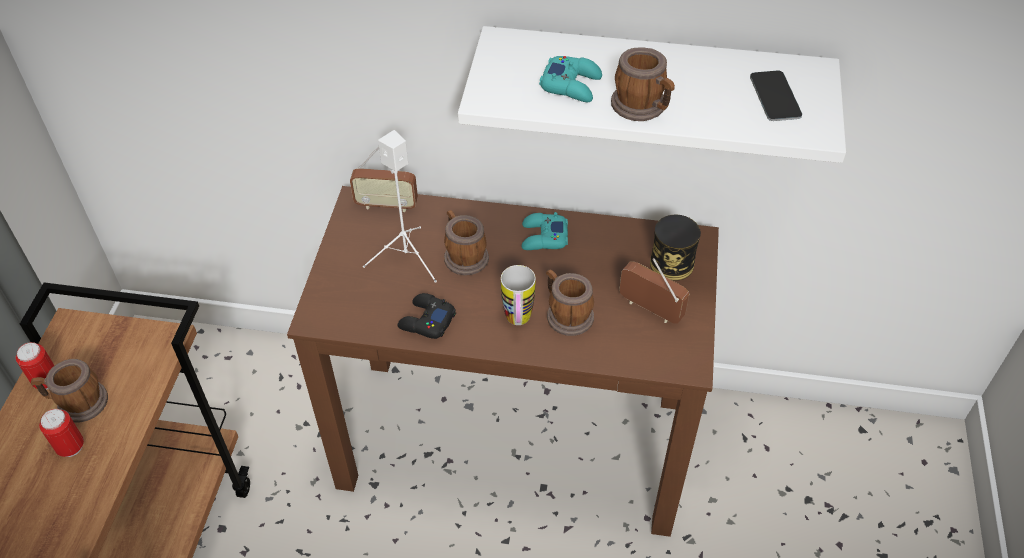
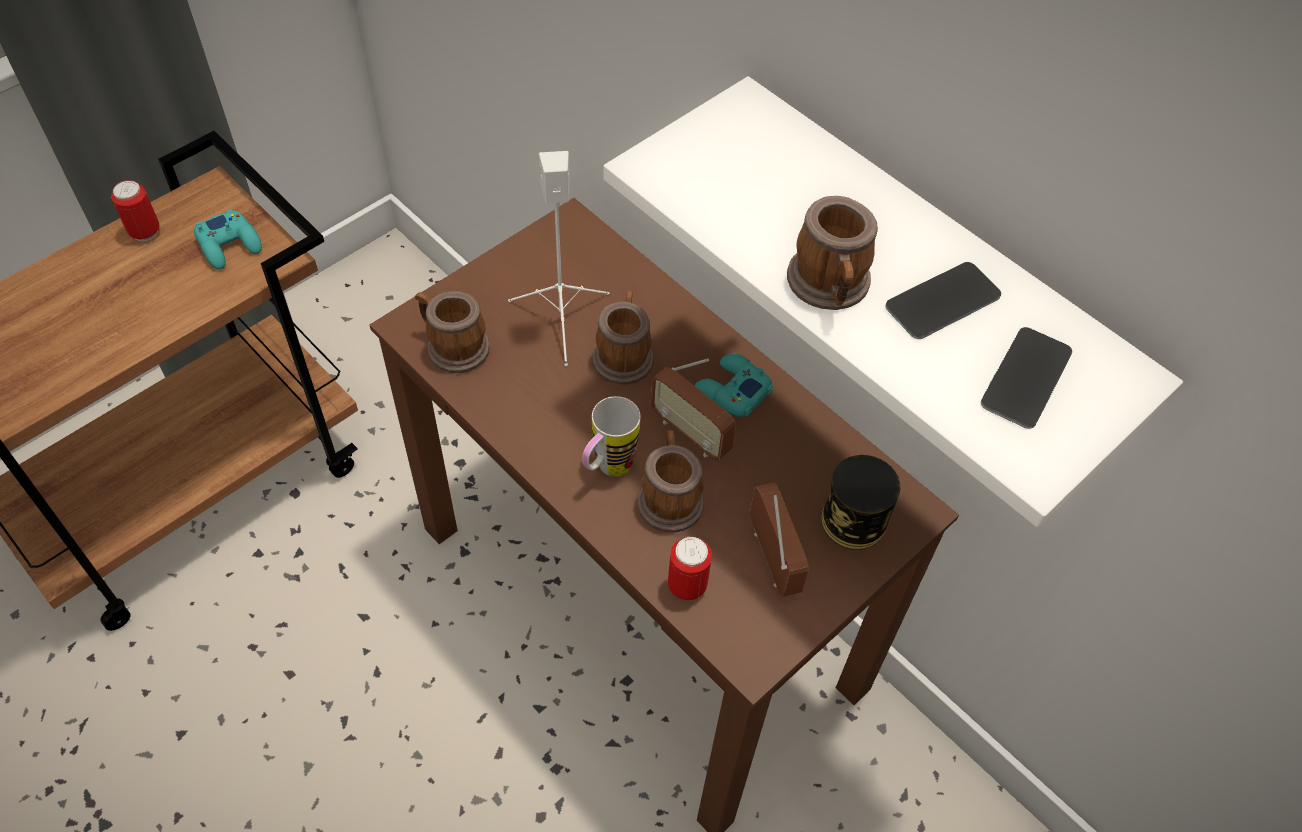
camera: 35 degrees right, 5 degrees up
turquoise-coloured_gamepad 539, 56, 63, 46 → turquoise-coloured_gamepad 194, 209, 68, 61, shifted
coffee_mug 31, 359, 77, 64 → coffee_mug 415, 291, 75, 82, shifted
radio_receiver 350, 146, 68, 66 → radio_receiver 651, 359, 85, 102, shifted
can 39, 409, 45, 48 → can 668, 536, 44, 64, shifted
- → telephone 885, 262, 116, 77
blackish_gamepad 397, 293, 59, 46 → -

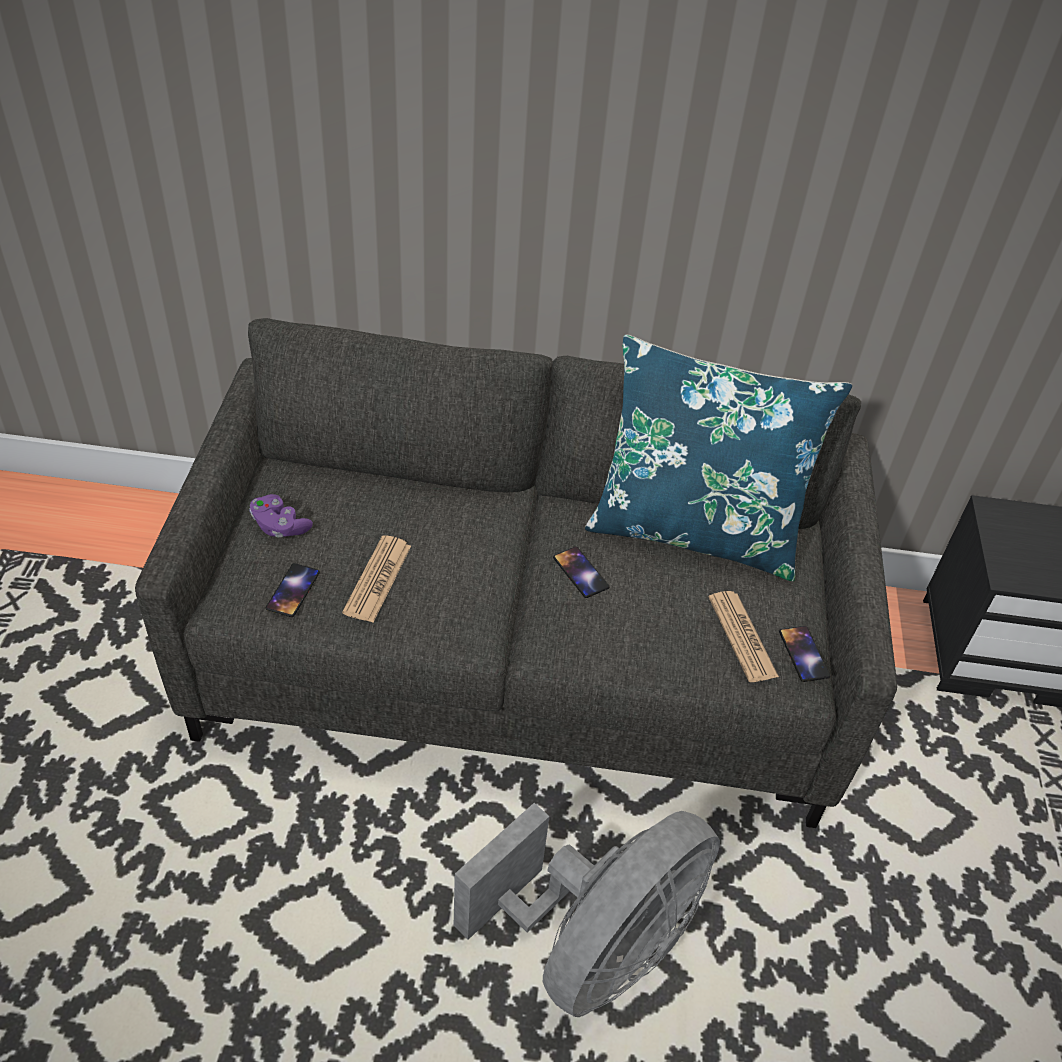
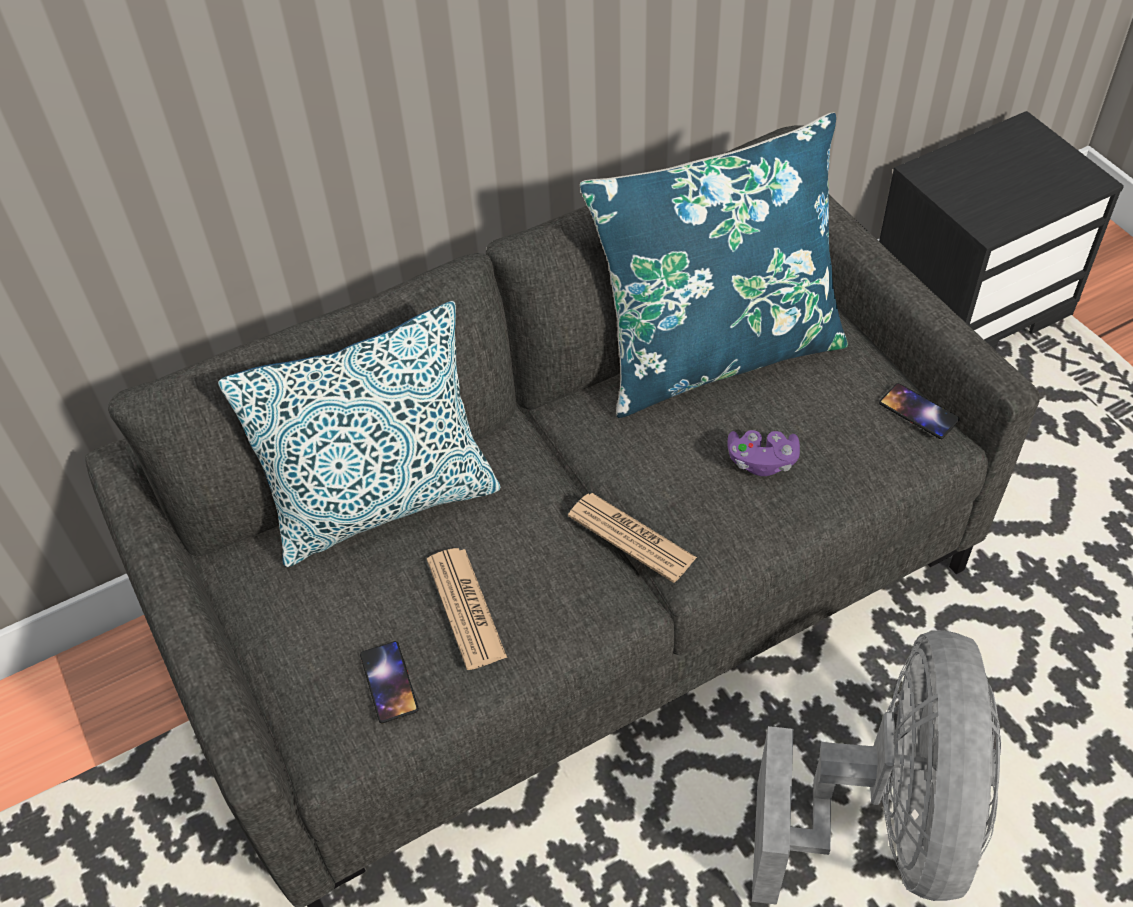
camera: 30 degrees left, 5 degrees up
- → cushion 218, 301, 283, 266
newspaper 709, 591, 70, 91 → newspaper 568, 493, 129, 90, shifted
purple-coloured_gamepad 249, 494, 64, 44 → purple-coloured_gamepad 727, 430, 73, 46, shifted
telephone 553, 547, 57, 51 → -

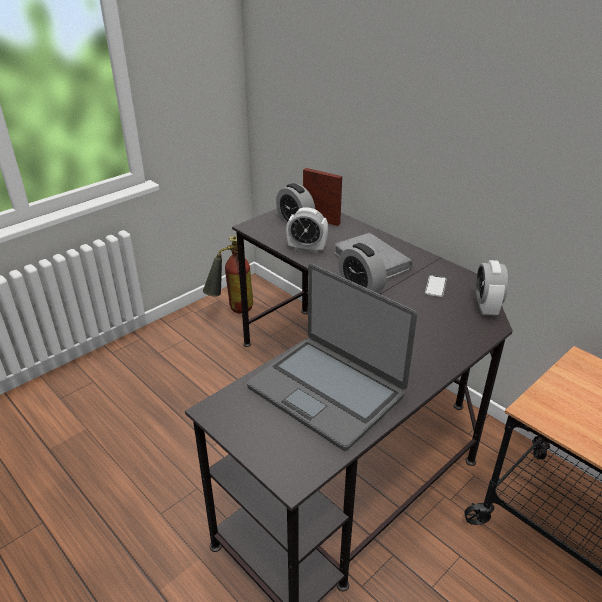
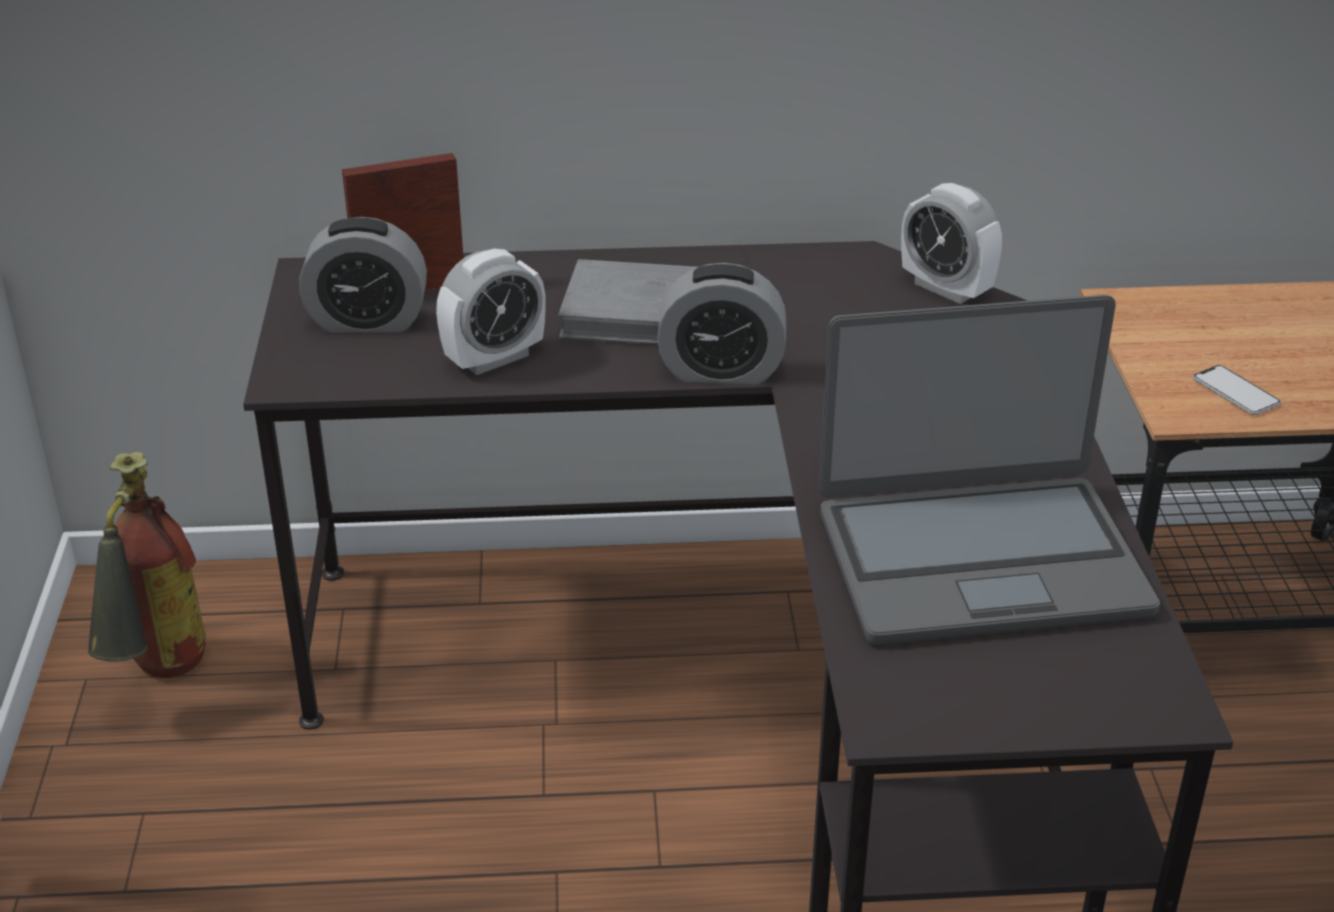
camera: 50 degrees left, 0 degrees up
telephone 425, 275, 22, 22 → telephone 1193, 365, 88, 50, shifted

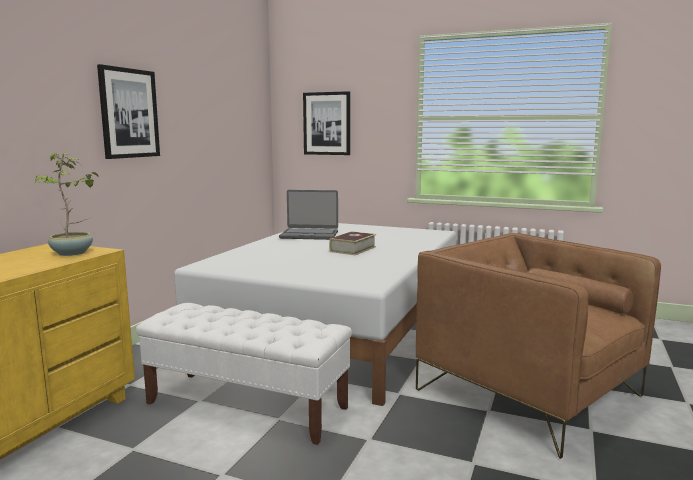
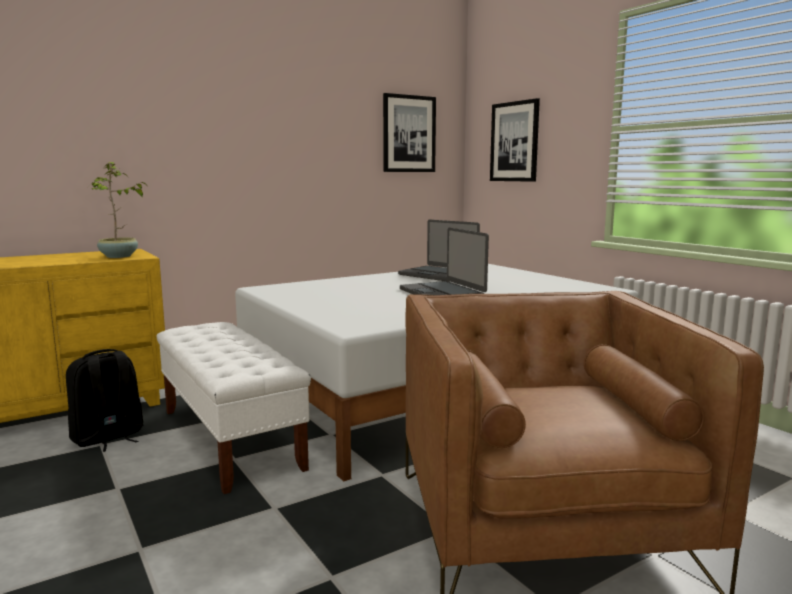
camera: 35 degrees right, 0 degrees up
- → blackish_rucksack 66, 349, 78, 103
wall_picture 97, 64, 63, 95 → wall_picture 383, 93, 53, 79, shifted
bound_book 329, 231, 47, 24 → portable_computer 400, 227, 89, 68

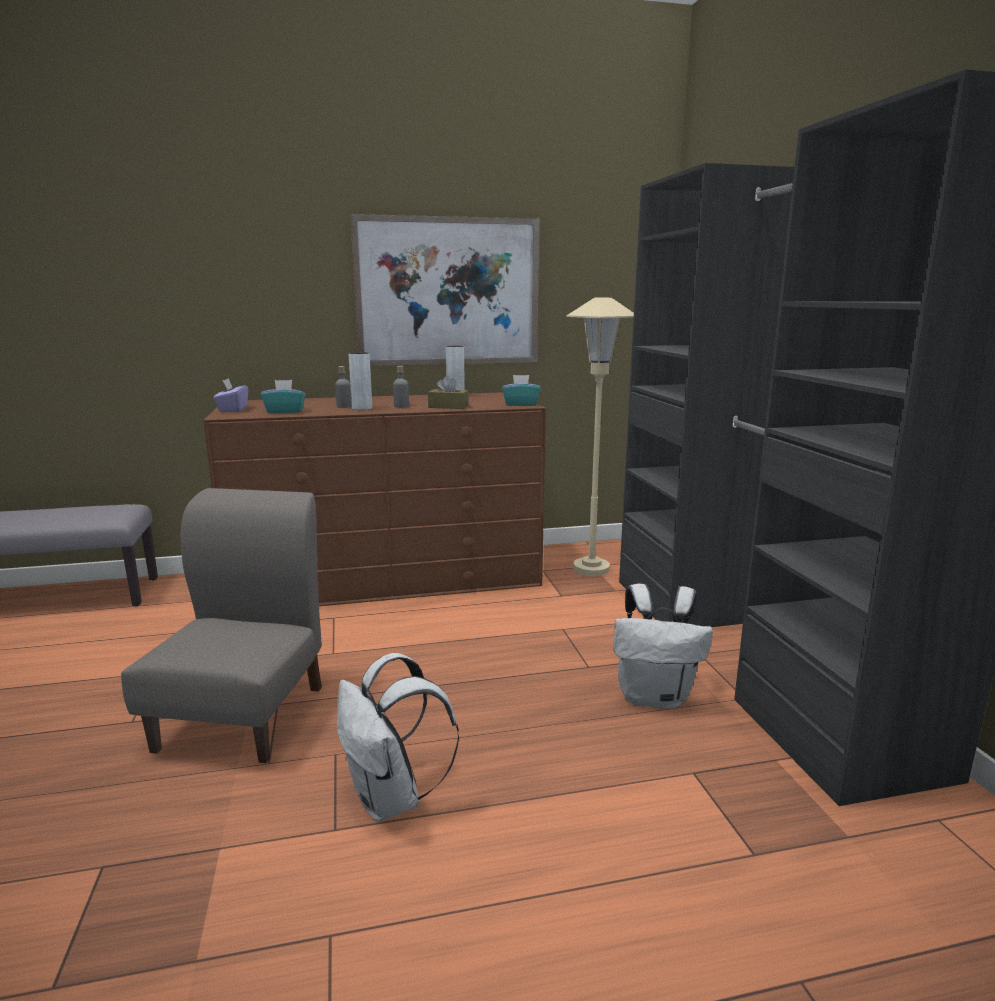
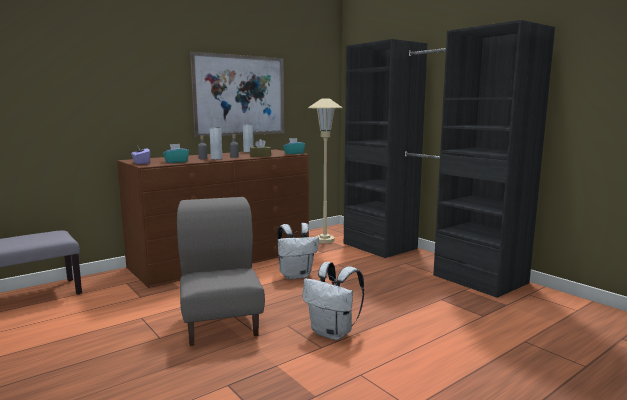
camera: 25 degrees left, 5 degrees down
white_rucksack 614, 584, 99, 125 → white_rucksack 277, 223, 42, 56, shifted

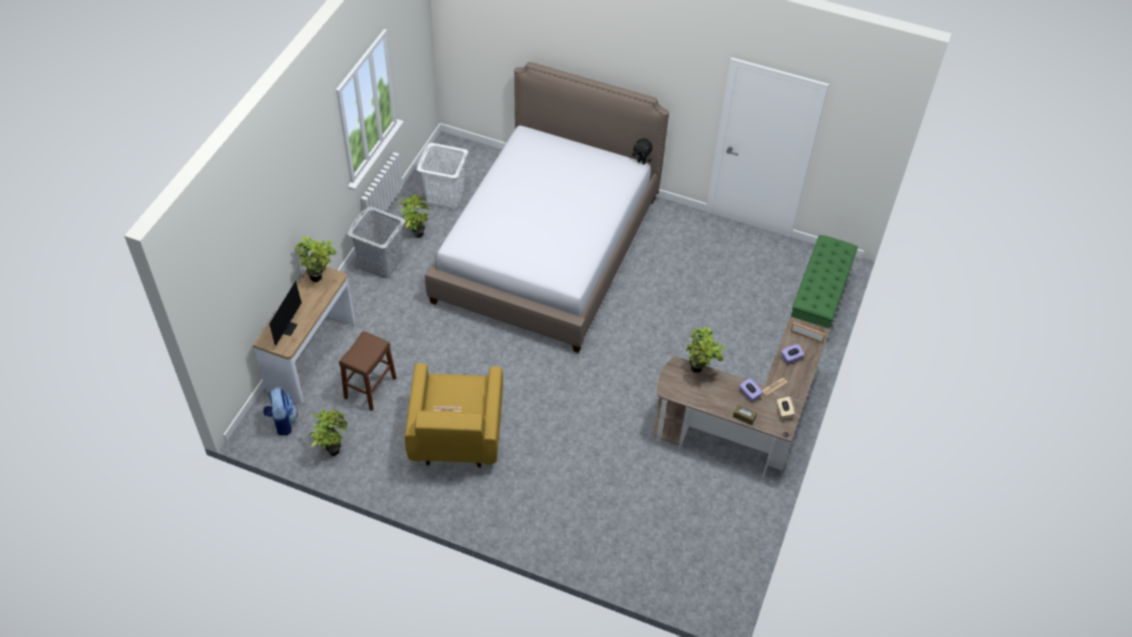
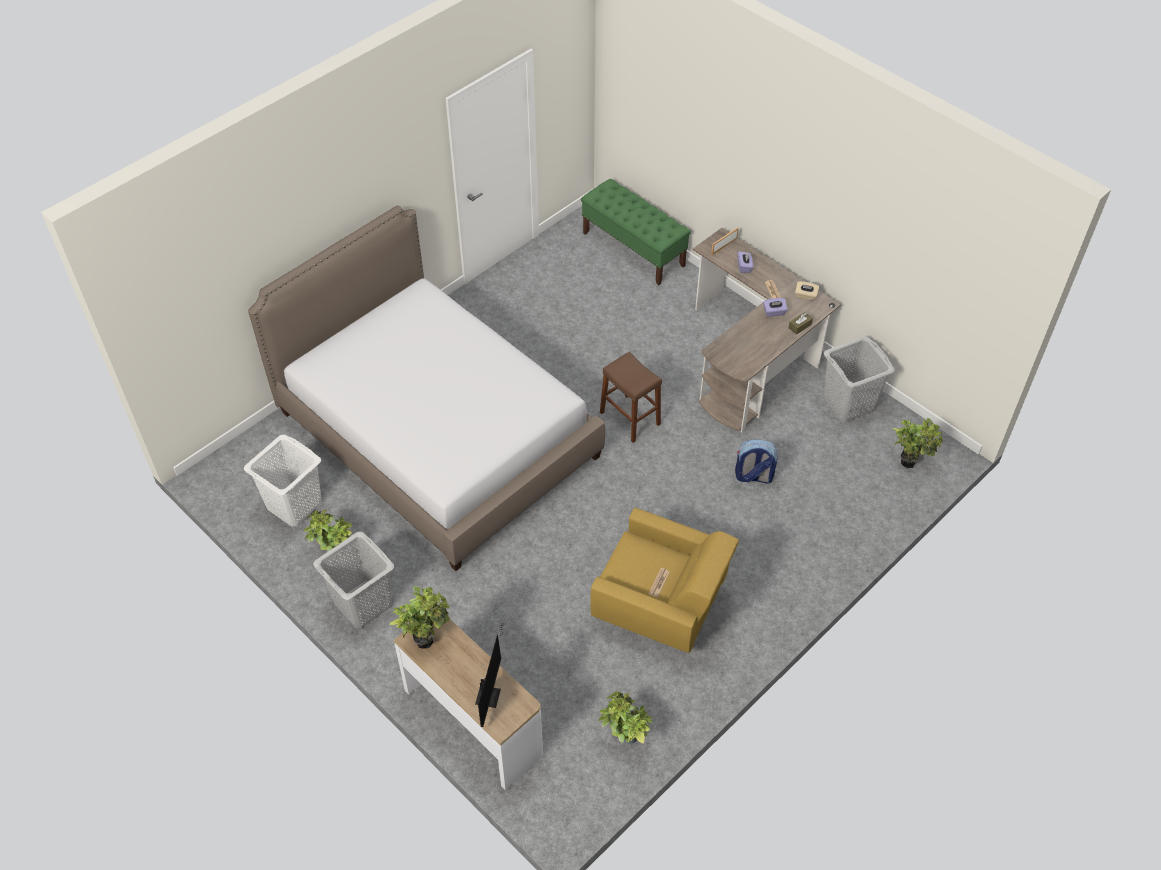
camera: 65 degrees left, 0 degrees up
computer_display 269, 277, 33, 68 → computer_display 475, 623, 29, 104, 60 degrees clockwise
brown-coloured_stool 339, 331, 58, 80 → brown-coloured_stool 600, 352, 62, 91, shifted
rucksack 263, 387, 35, 48 → rucksack 735, 439, 43, 45, shifted
- → greyish_washing_basket 824, 337, 71, 85
houseplant 686, 326, 41, 47 → houseplant 893, 418, 50, 51, shifted
blackish_cuddly_toy 633, 138, 20, 26 → -

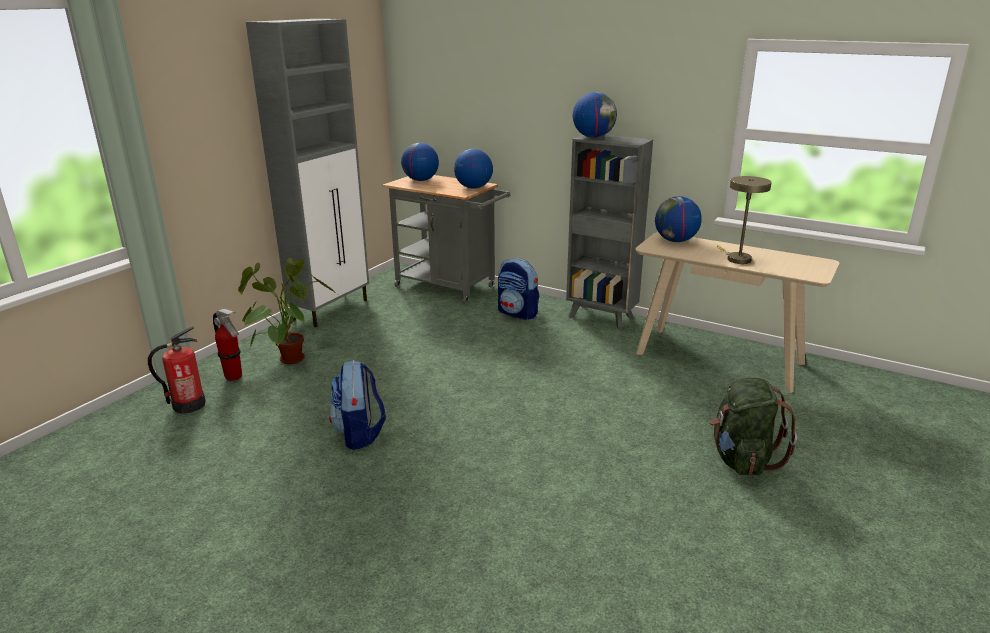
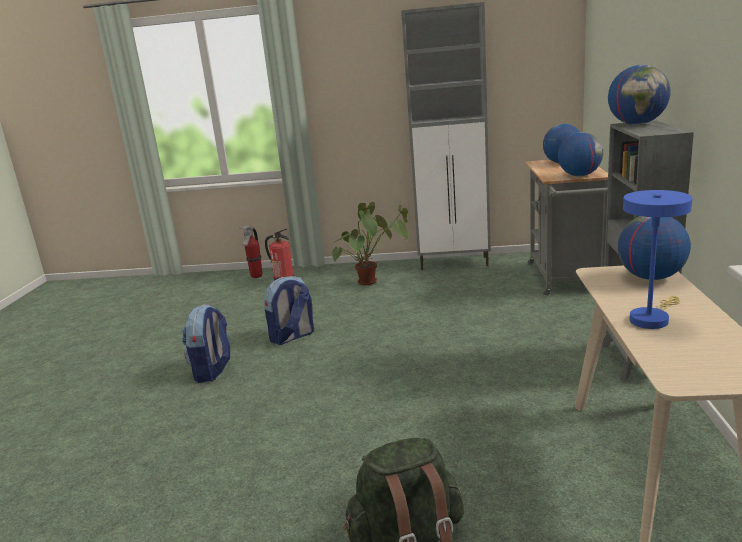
camera: 65 degrees right, 5 degrees down
rucksack 498, 258, 41, 62 → rucksack 182, 304, 48, 79, shifted
fire-fighting_cylinder 213, 309, 29, 72 → fire-fighting_cylinder 239, 226, 23, 52, shifted
sand-coloured_tabletop_lamp 716, 176, 56, 88 → blue_tabletop_lamp 623, 190, 70, 139

